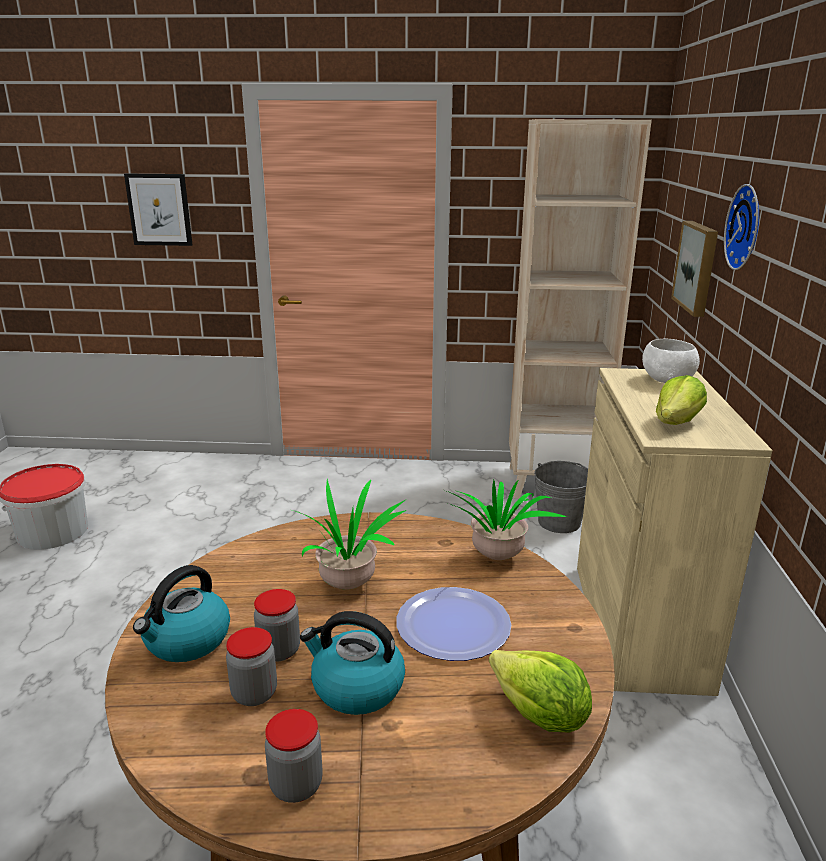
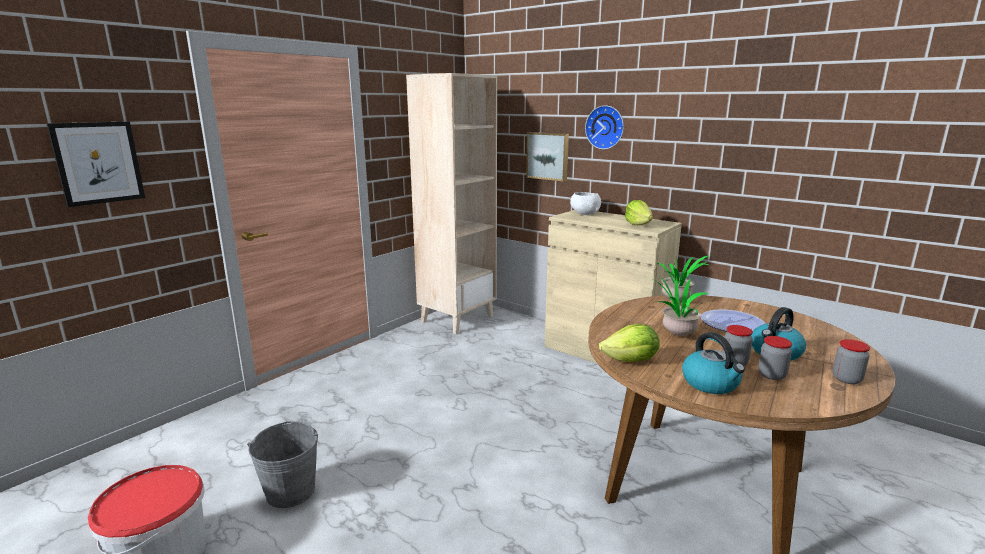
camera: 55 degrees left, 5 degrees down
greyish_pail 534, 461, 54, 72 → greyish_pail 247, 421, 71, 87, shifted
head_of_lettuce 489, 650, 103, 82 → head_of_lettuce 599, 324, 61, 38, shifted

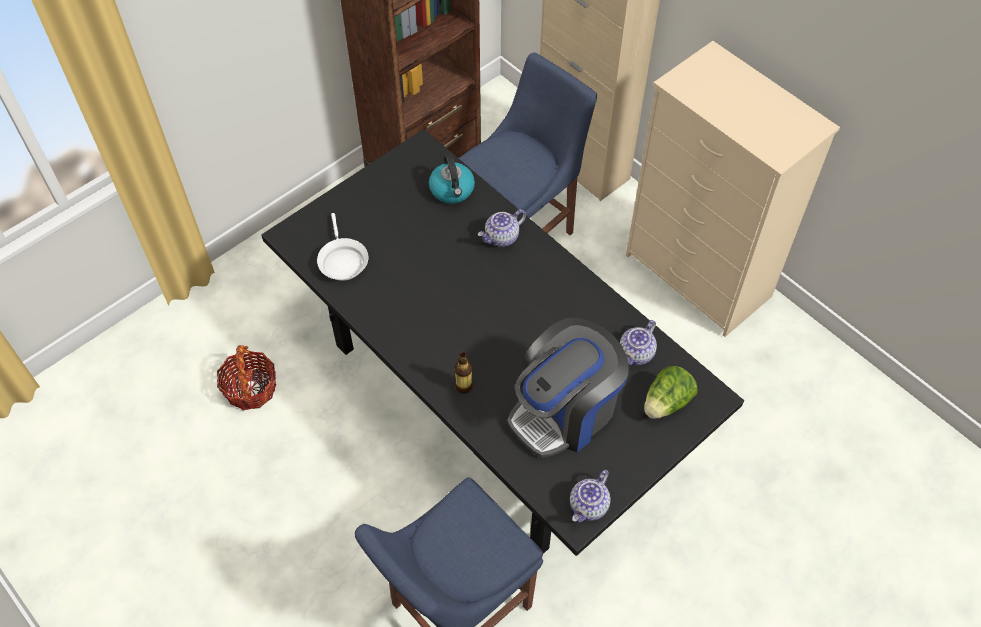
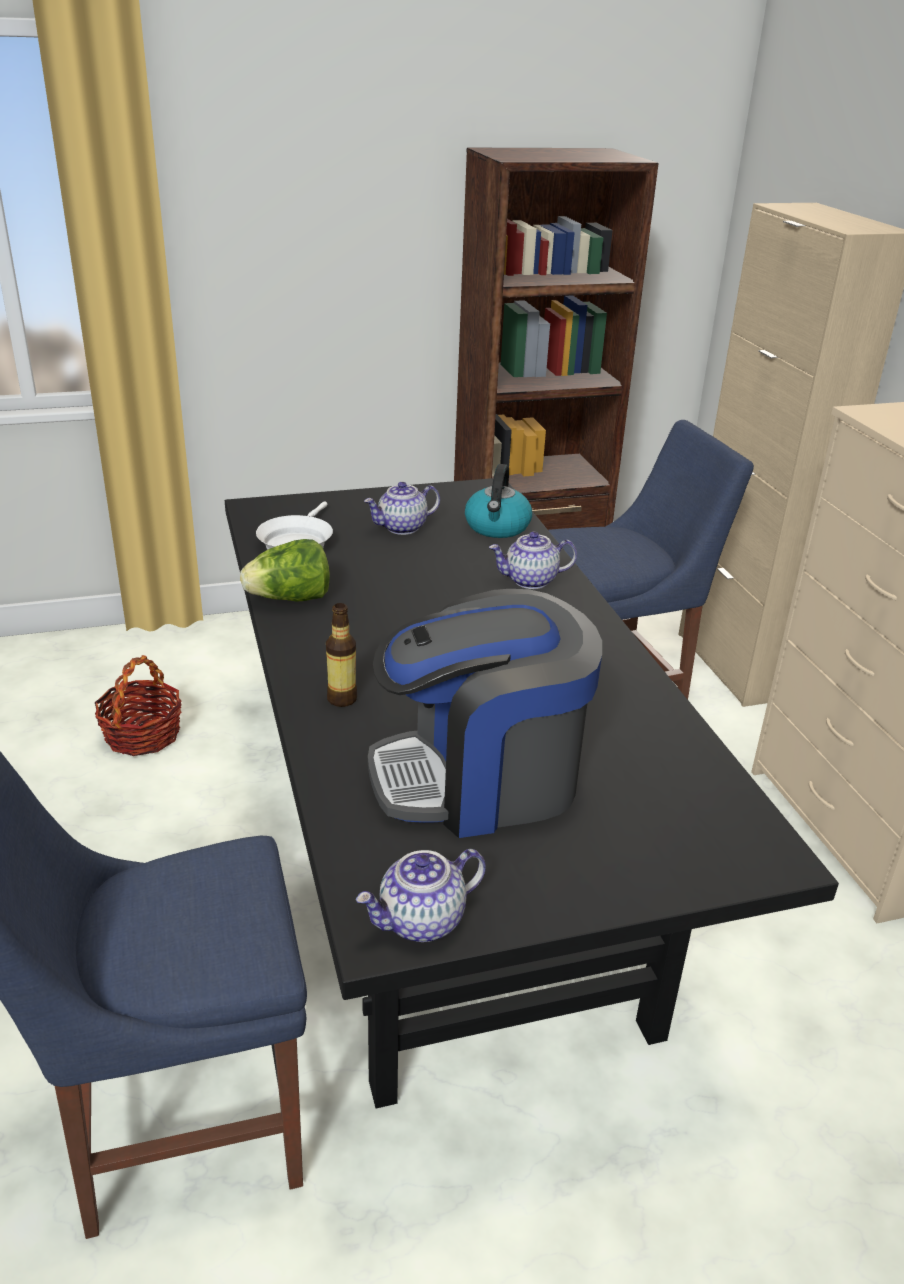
camera: 25 degrees right, 25 degrees down
head_of_lettuce 644, 366, 53, 53 → head_of_lettuce 240, 539, 90, 63, shifted
teapot 620, 320, 37, 45 → teapot 364, 482, 76, 53, shifted

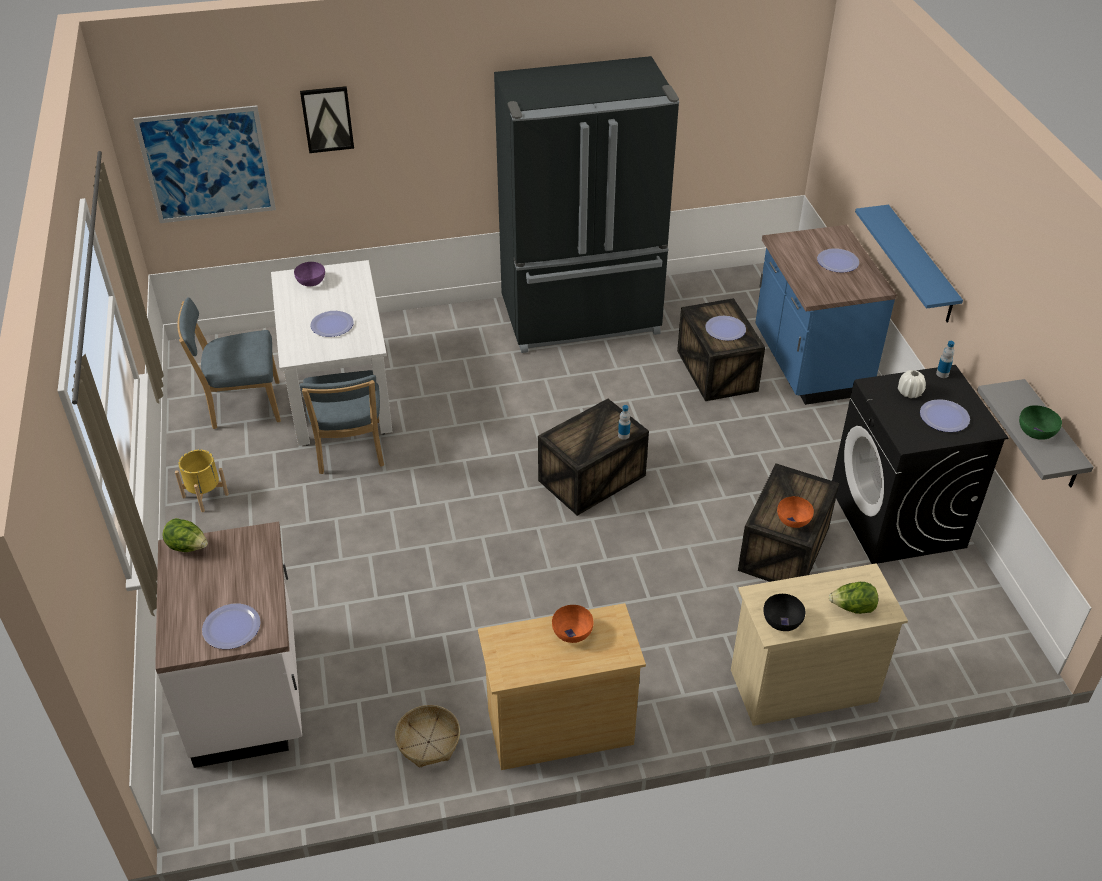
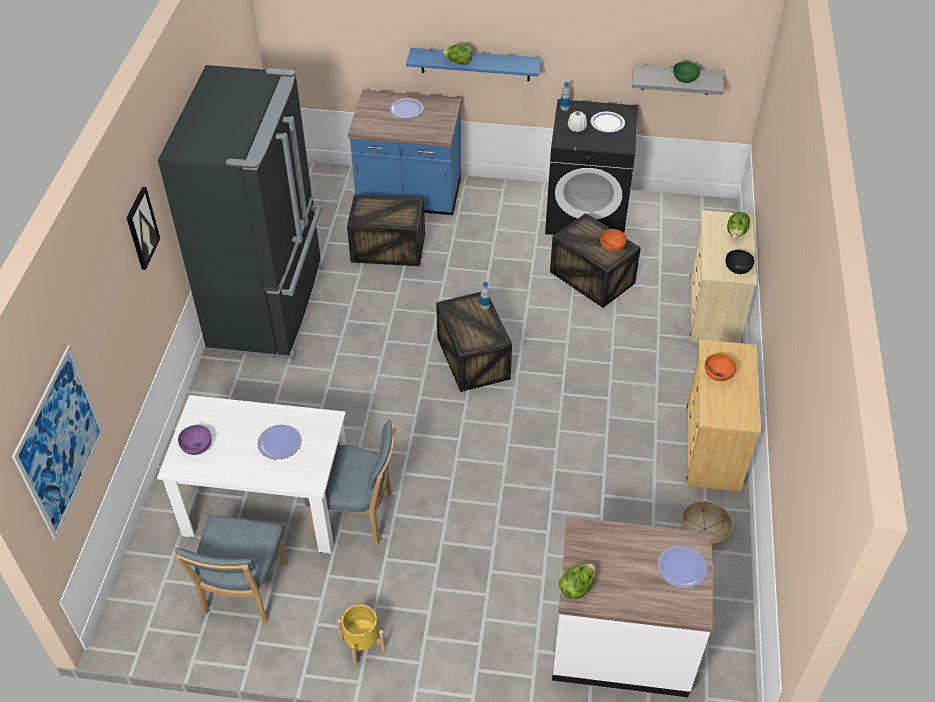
camera: 70 degrees left, 5 degrees up
wall_picture 300, 86, 54, 67 → wall_picture 127, 187, 33, 83, shifted
- → head_of_lettuce 442, 44, 31, 21
plate 705, 316, 41, 25 → -

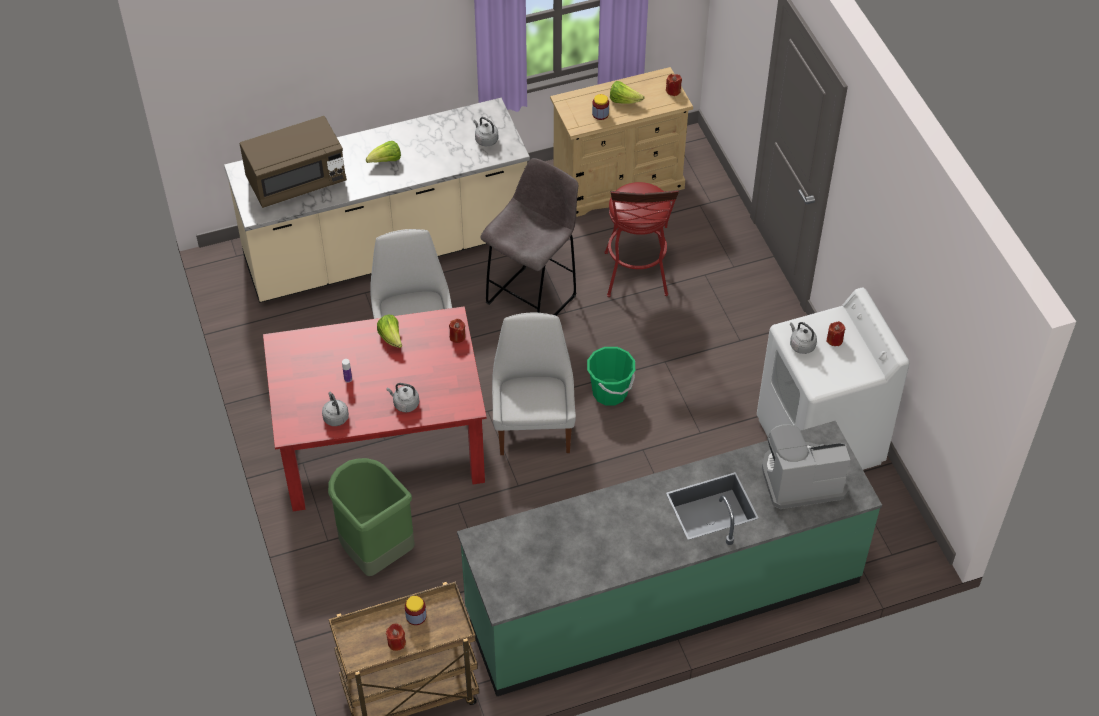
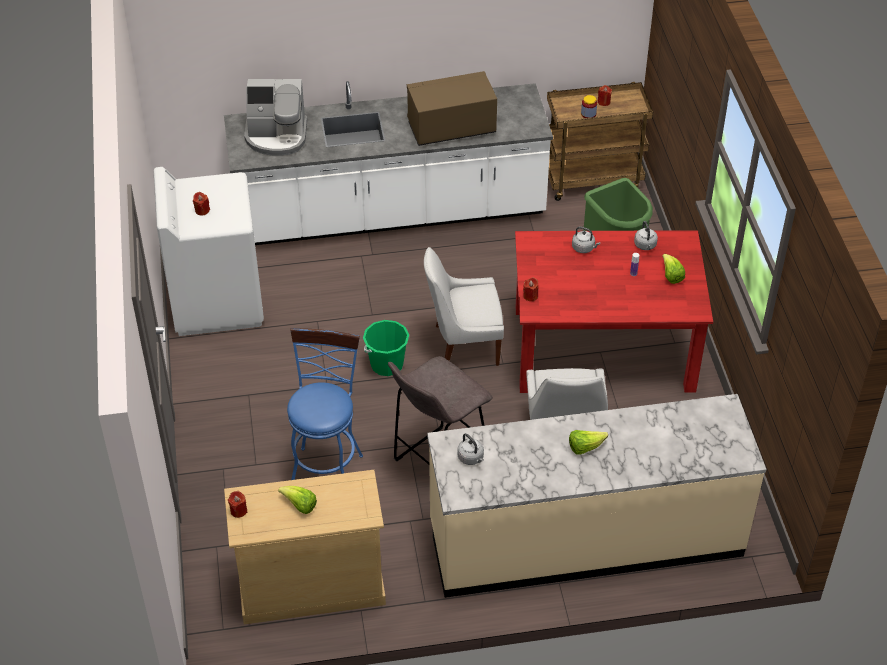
camera: 170 degrees left, 5 degrees down
green-coloured_kitchen_counter 457, 421, 425, 275 → white_kitchen_counter 224, 81, 329, 164
reddish_stool 605, 182, 74, 115 → blue_stool 287, 328, 76, 152
brown-coloured_microwave_oven 240, 116, 107, 92 → brown-coloured_microwave_oven 407, 71, 90, 75, shifted
white_upright_chair 492, 313, 84, 142 → white_upright_chair 424, 247, 80, 119, 75 degrees clockwise
head_of_lettuce 377, 315, 25, 33 → head_of_lettuce 662, 254, 23, 30, shifted
preserve_jar 592, 94, 17, 26 → -
greyish_tea_kettle 790, 322, 27, 32 → -

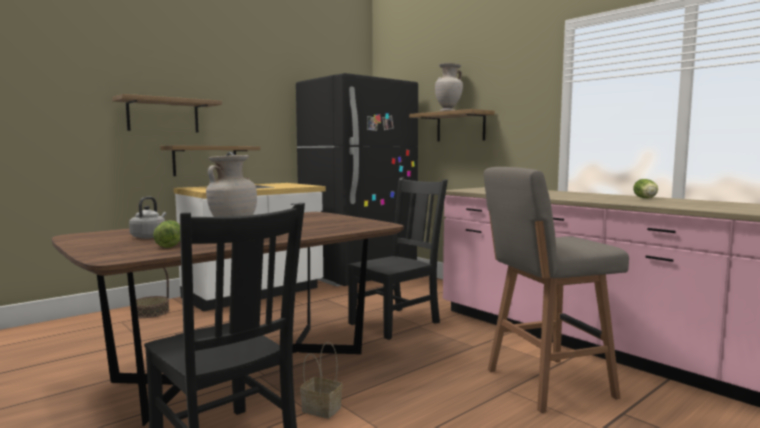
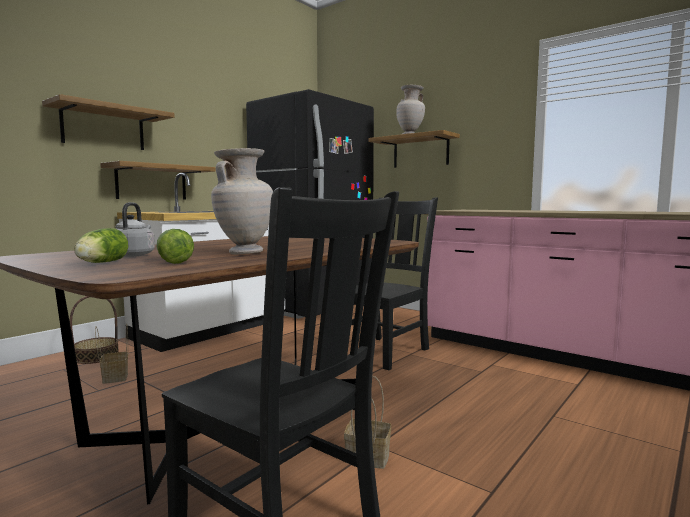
camera: 10 degrees left, 0 degrees up
head_of_lettuce 633, 179, 25, 19 → head_of_lettuce 74, 228, 54, 35, shifted
- → basket 95, 324, 33, 60
greyish_stool 484, 167, 145, 246 → -

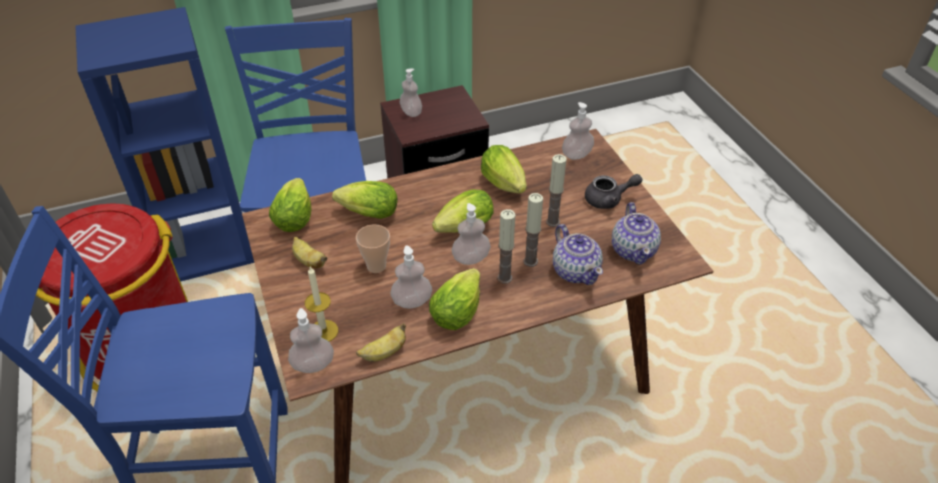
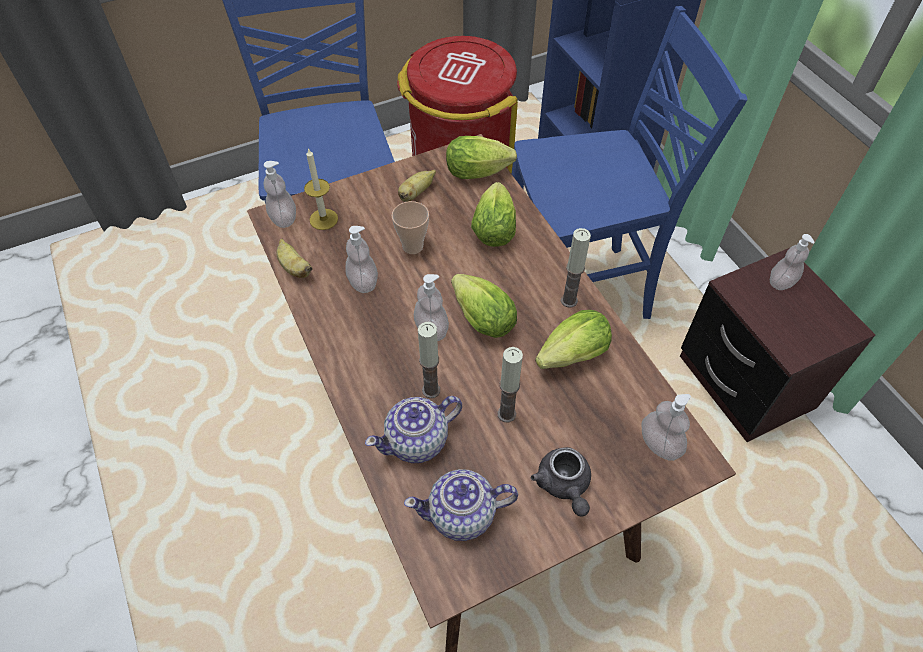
camera: 85 degrees right, 10 degrees up
wax_candle 497, 209, 18, 75 → wax_candle 561, 228, 30, 80, shifted
head_of_lettuce 429, 268, 51, 62 → -

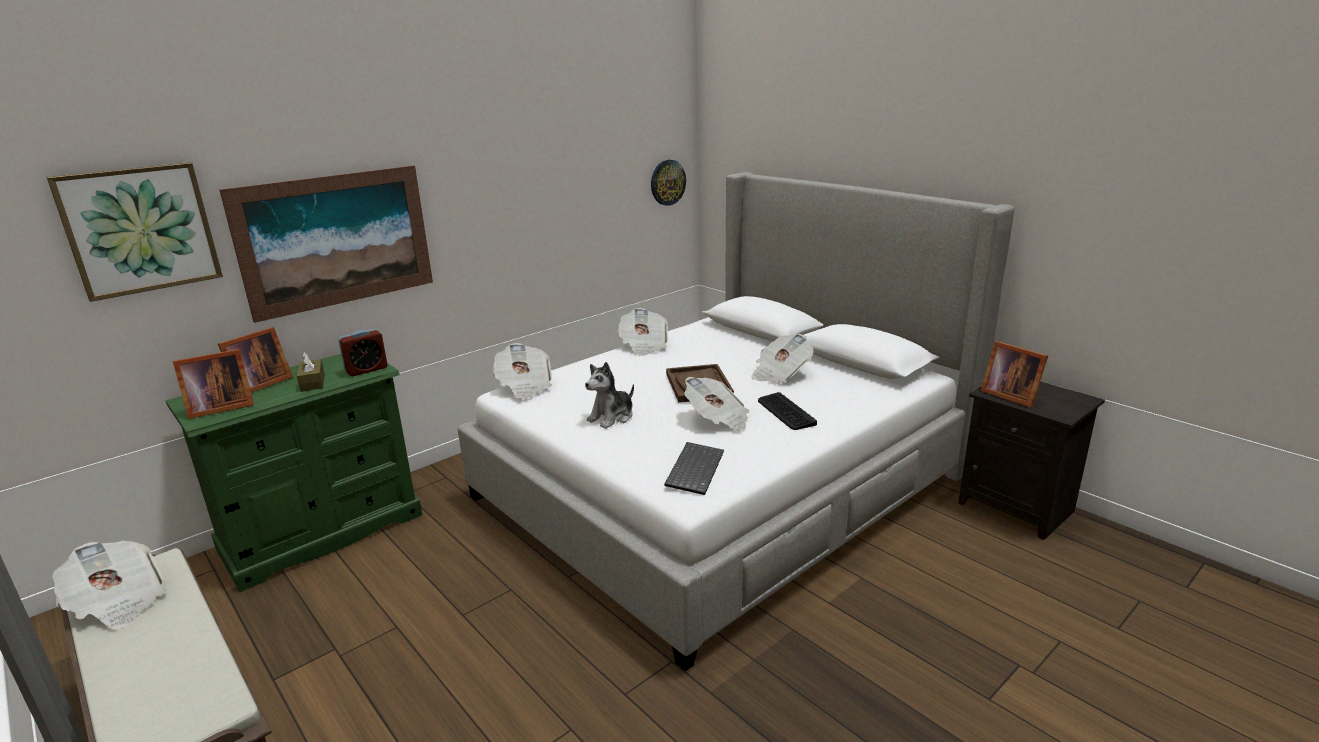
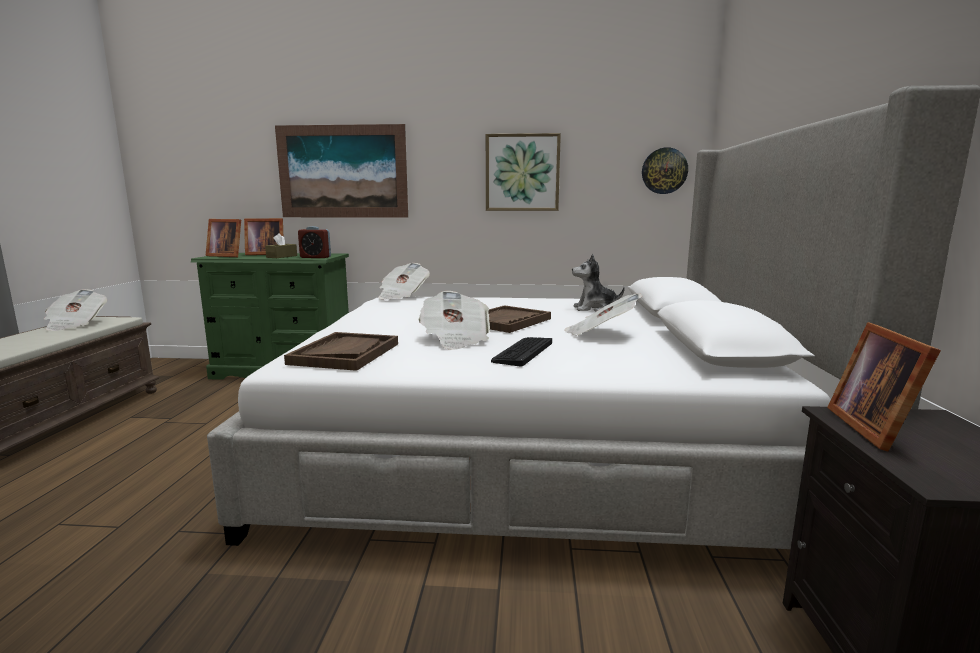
camera: 45 degrees right, 10 degrees down
keyboard 664, 442, 60, 53 → brown-coloured_tray 284, 332, 114, 39
wall_picture 47, 162, 176, 140 → wall_picture 486, 133, 75, 78, shifted
cuddly_toy 585, 362, 49, 67 → cuddly_toy 572, 254, 53, 58, shifted
newspaper 617, 308, 51, 48 → -

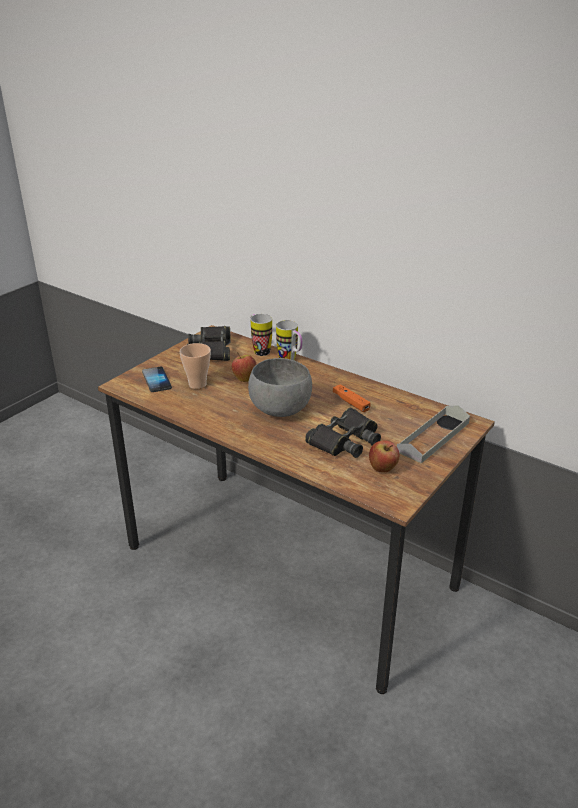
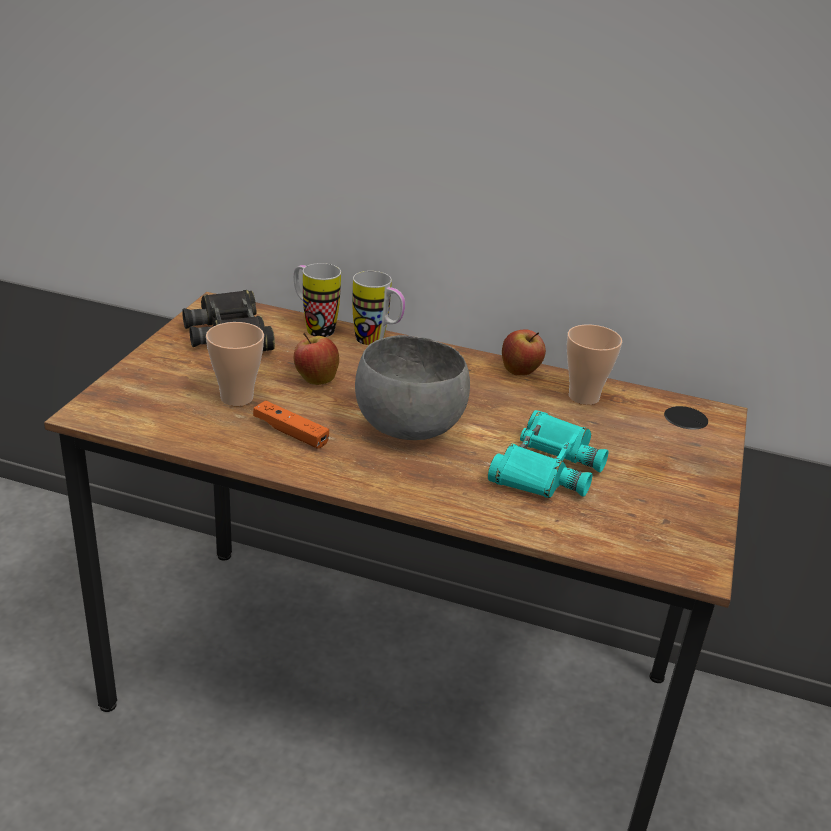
camera: 20 degrees left, 0 degrees up
orange-coloured_gamepad 333, 384, 38, 28 → orange-coloured_gamepad 253, 400, 76, 49, shifted
blackish_binoculars 305, 408, 76, 50 → turquoise-coloured_binoculars 488, 410, 120, 88
apple 369, 441, 30, 31 → apple 502, 329, 44, 46, shifted
- → drinking_cup 567, 325, 55, 80
telephone 142, 367, 30, 25 → -
greyish_tray 397, 405, 73, 58 → -

